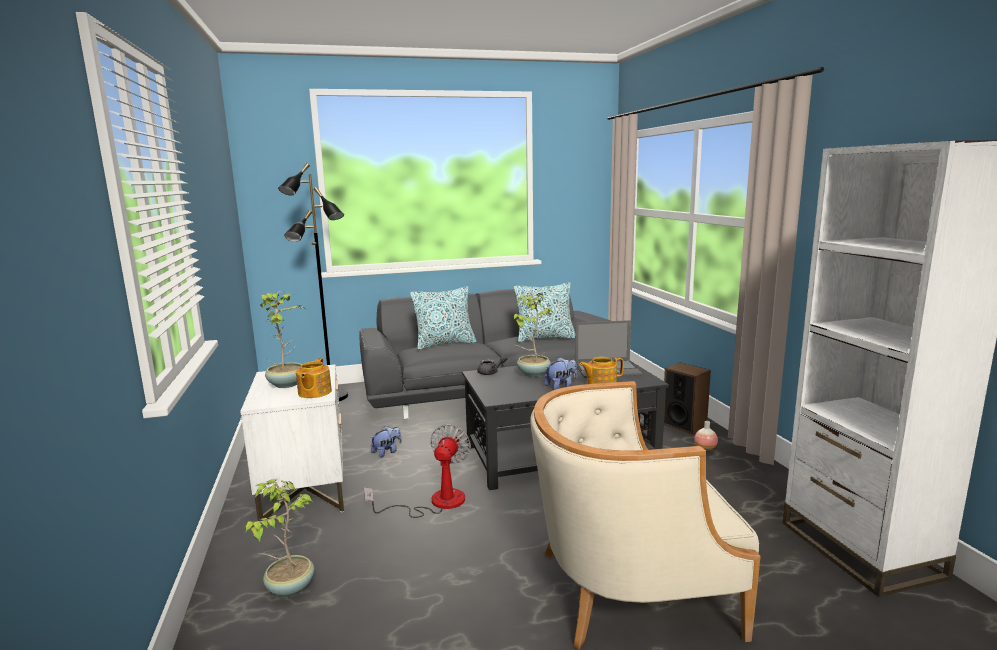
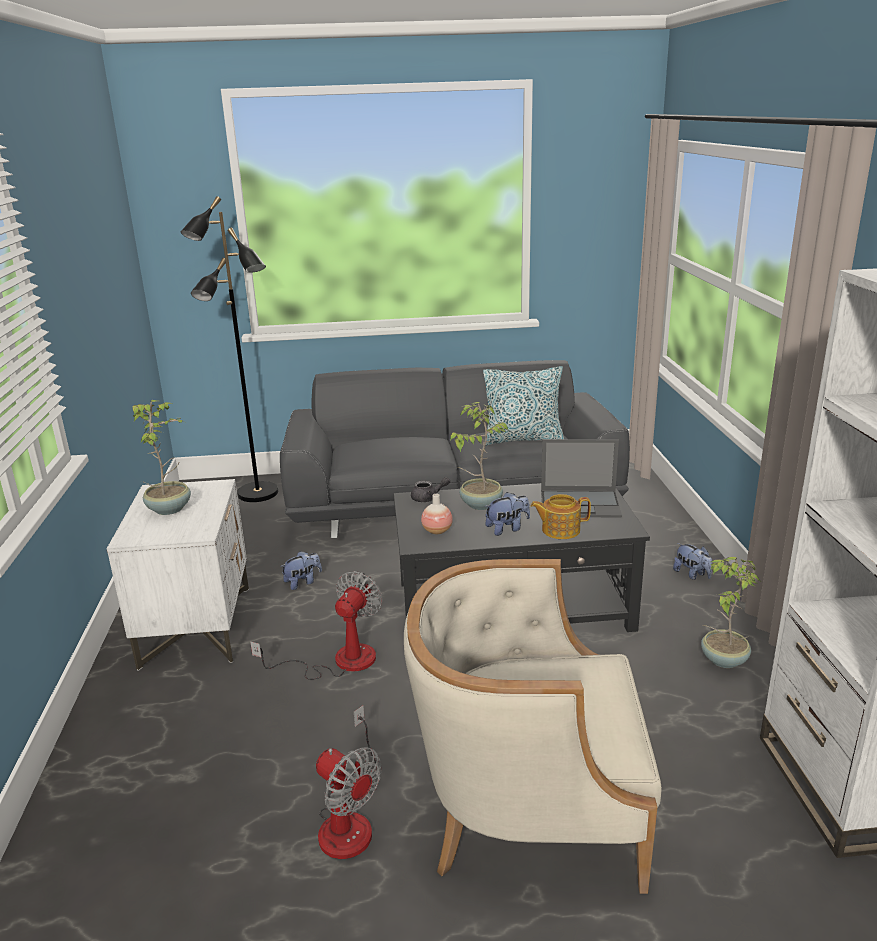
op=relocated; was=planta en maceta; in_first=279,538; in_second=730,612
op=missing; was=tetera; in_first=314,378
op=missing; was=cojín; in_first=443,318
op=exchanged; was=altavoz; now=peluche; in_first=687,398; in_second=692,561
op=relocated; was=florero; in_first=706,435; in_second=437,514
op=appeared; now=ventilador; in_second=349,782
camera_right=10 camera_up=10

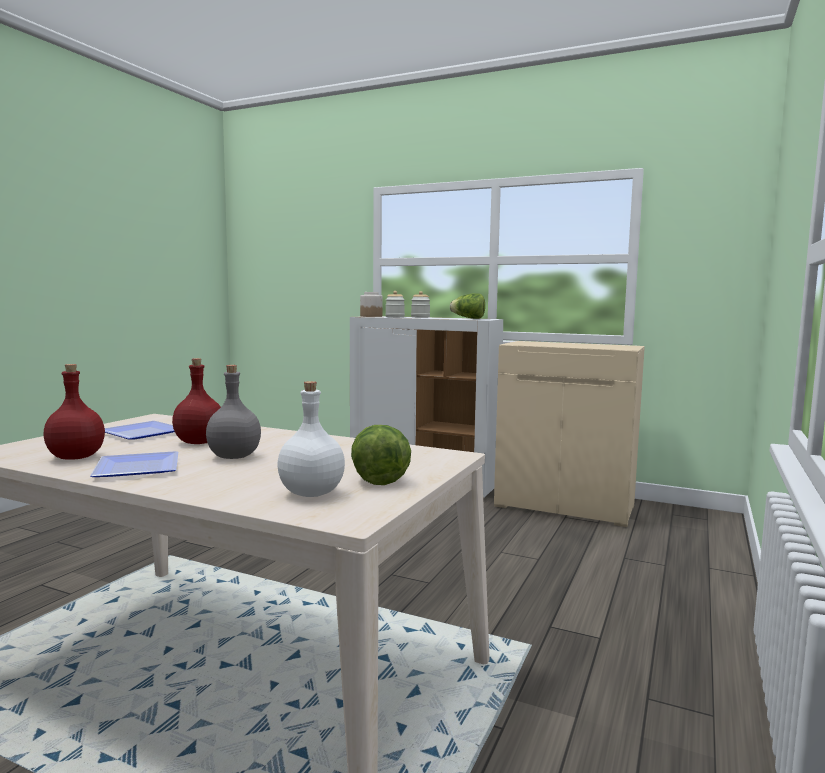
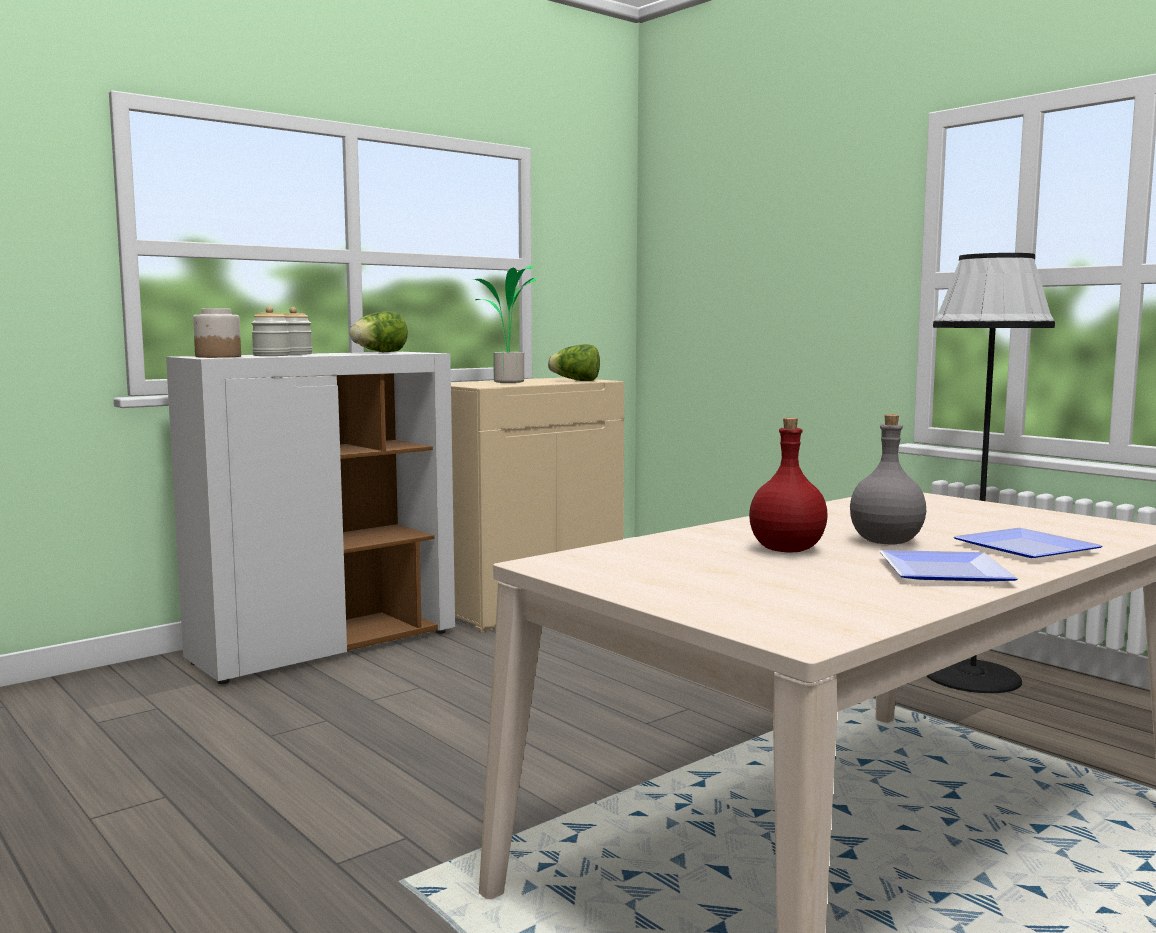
op=missing; was=botella (rojo); in_first=74,412
op=relocated; was=plato; in_first=140,430; in_second=1028,543
op=missing; was=botella (blanco); in_first=311,439
op=relocated; was=lechuga; in_first=381,455; in_second=574,362
op=appeared; now=planta en maceta; in_second=504,324
op=appeared; now=lámpara de pie (negro); in_second=991,473
camera_right=-65 camera_up=0

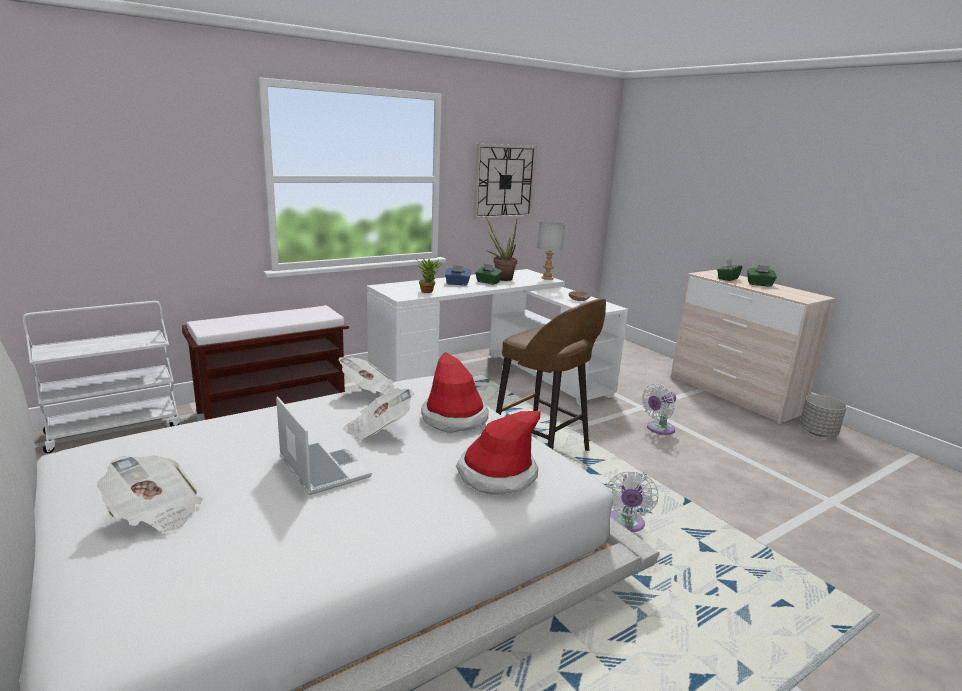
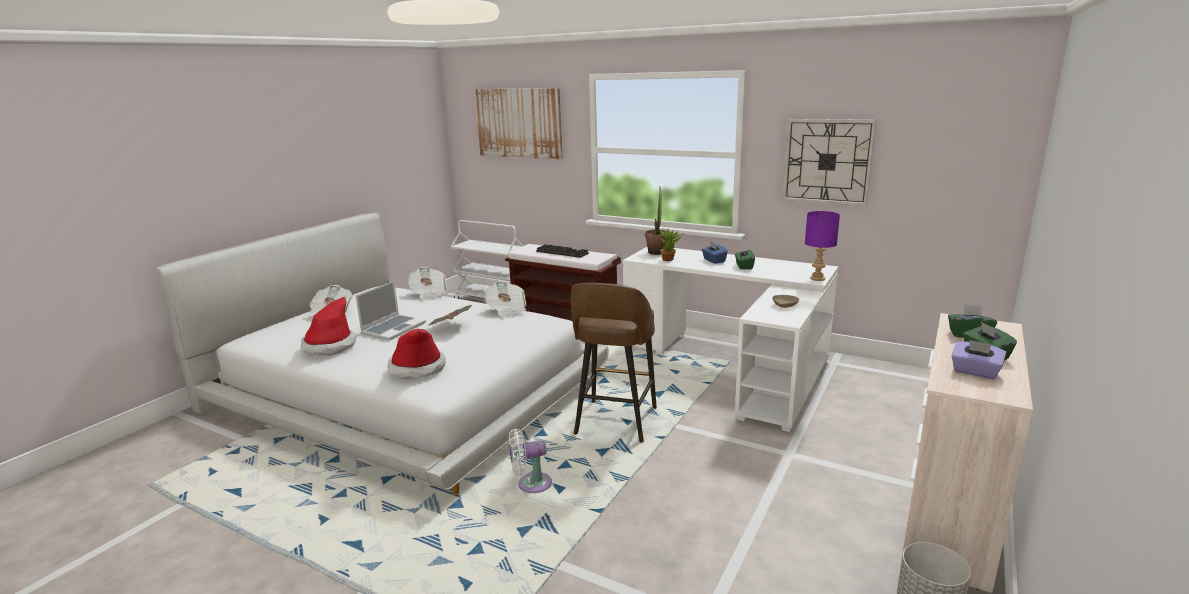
op=relocated; was=sombrero; in_first=455,392; in_second=328,326
op=relocated; was=planta en maceta; in_first=500,247; in_second=656,221
op=colour; was=lámpara de mesa (gris); now=lámpara de mesa (morado); in_first=551,250; in_second=822,246
op=missing; was=ventilador (blanco); in_first=659,409
op=appeared; now=periódico; in_second=427,284
op=appeared; now=cuadro; in_second=519,123
op=appeared; now=teclado; in_second=562,251
op=appeared; now=caja de pañuelos (morado); in_second=979,359
camera_right=65 camera_up=0

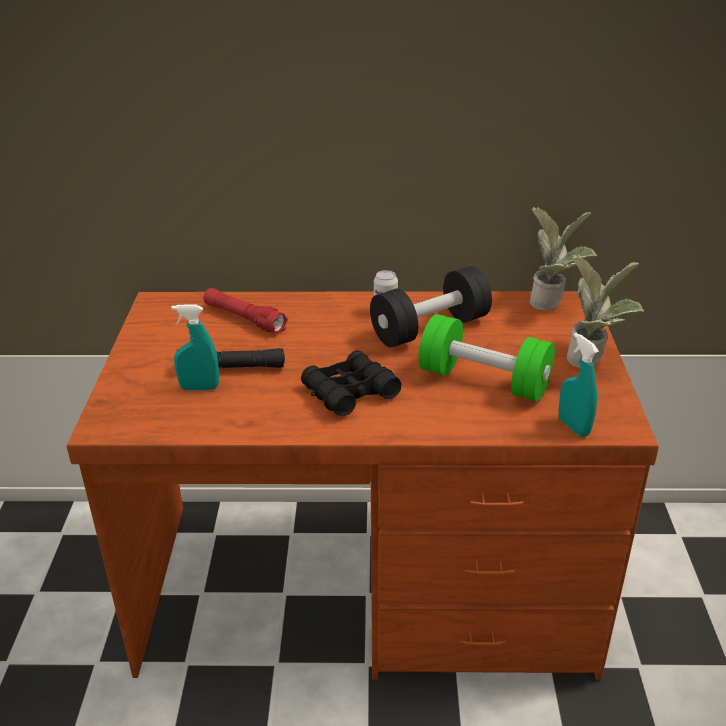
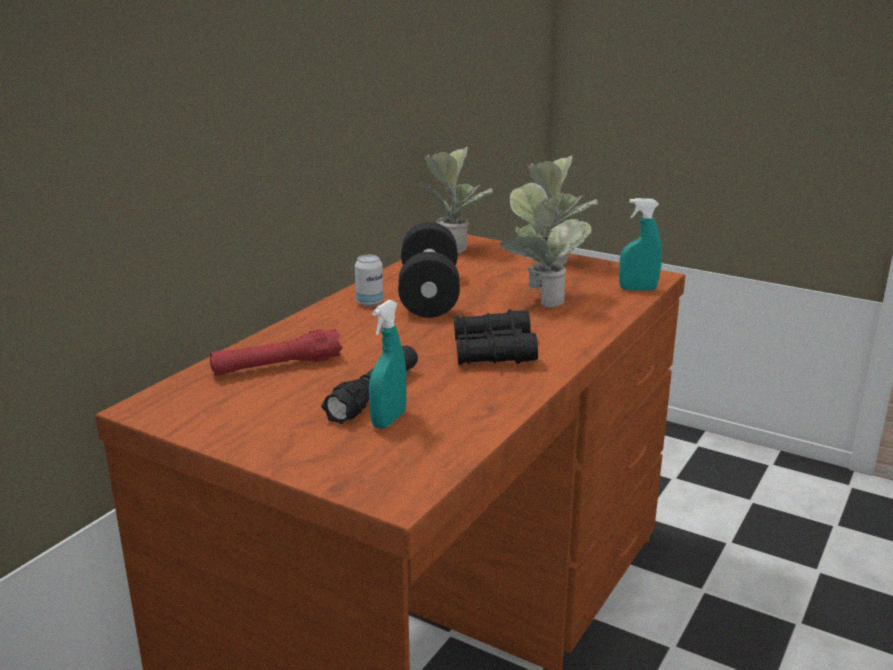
op=exchanged; was=mancuerna (verde); now=planta en maceta; in_first=486,357; in_second=546,245
camera_right=-60 camera_up=-10

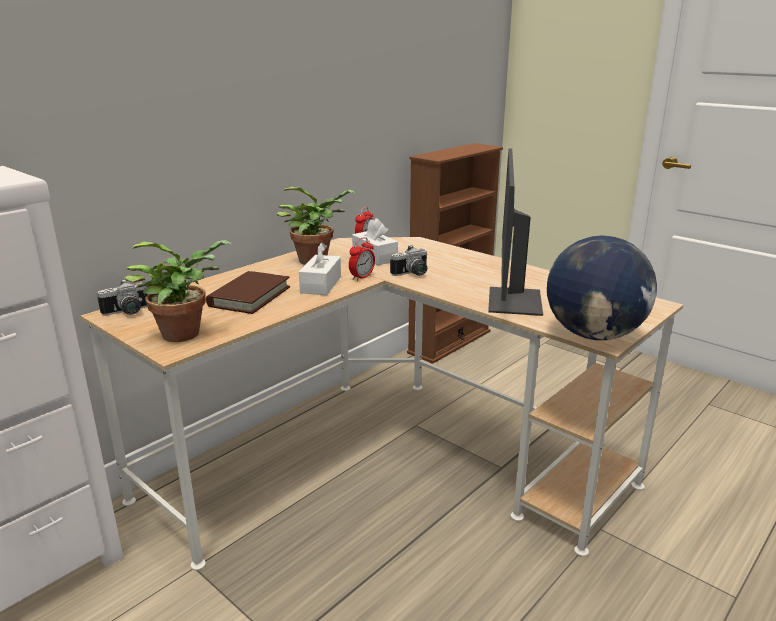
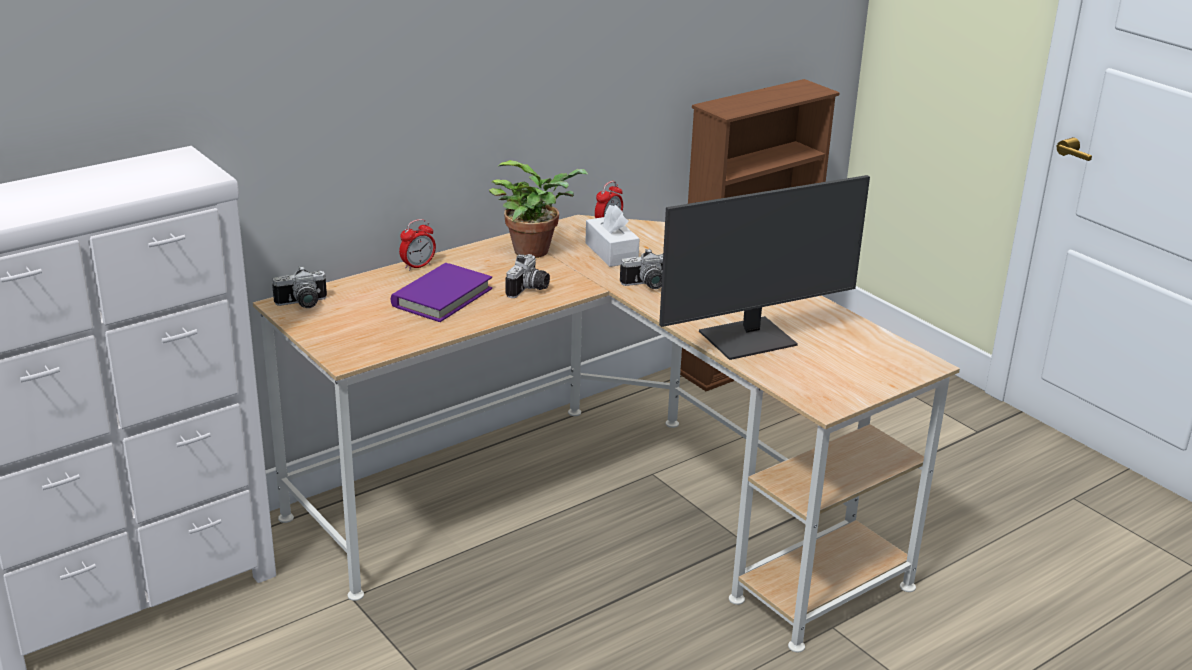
op=missing; was=planta en maceta; in_first=177,291
op=colour; was=libro (marrón); now=libro (morado); in_first=248,292; in_second=441,292
op=exchanged; was=caja de pañuelos (blanco); now=cámara; in_first=320,268; in_second=528,276
op=relocated; was=despertador; in_first=362,259; in_second=417,245
op=spun; was=monitor; in_first=515,232; in_second=764,267; clockwise=-135
op=missing; was=globo terráqueo; in_first=602,287
camera_right=10 camera_up=5

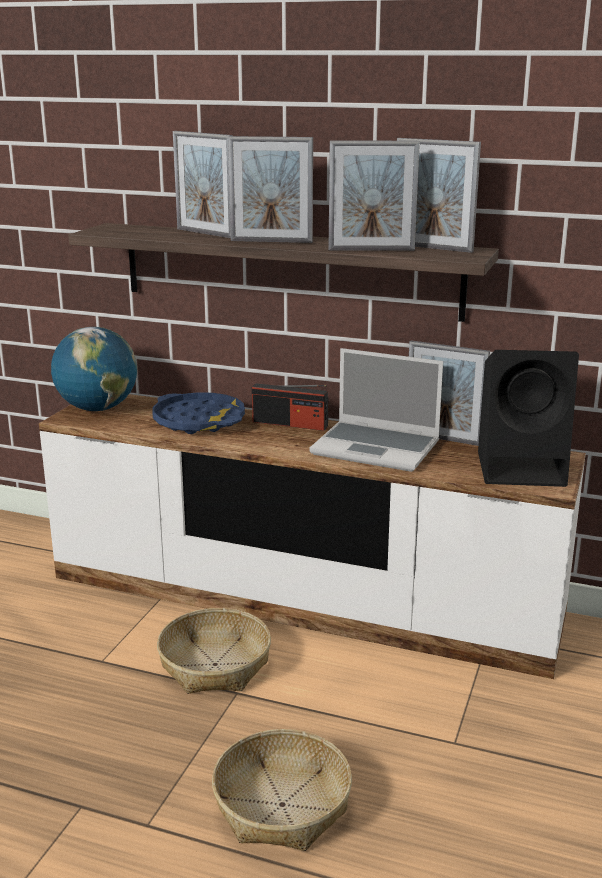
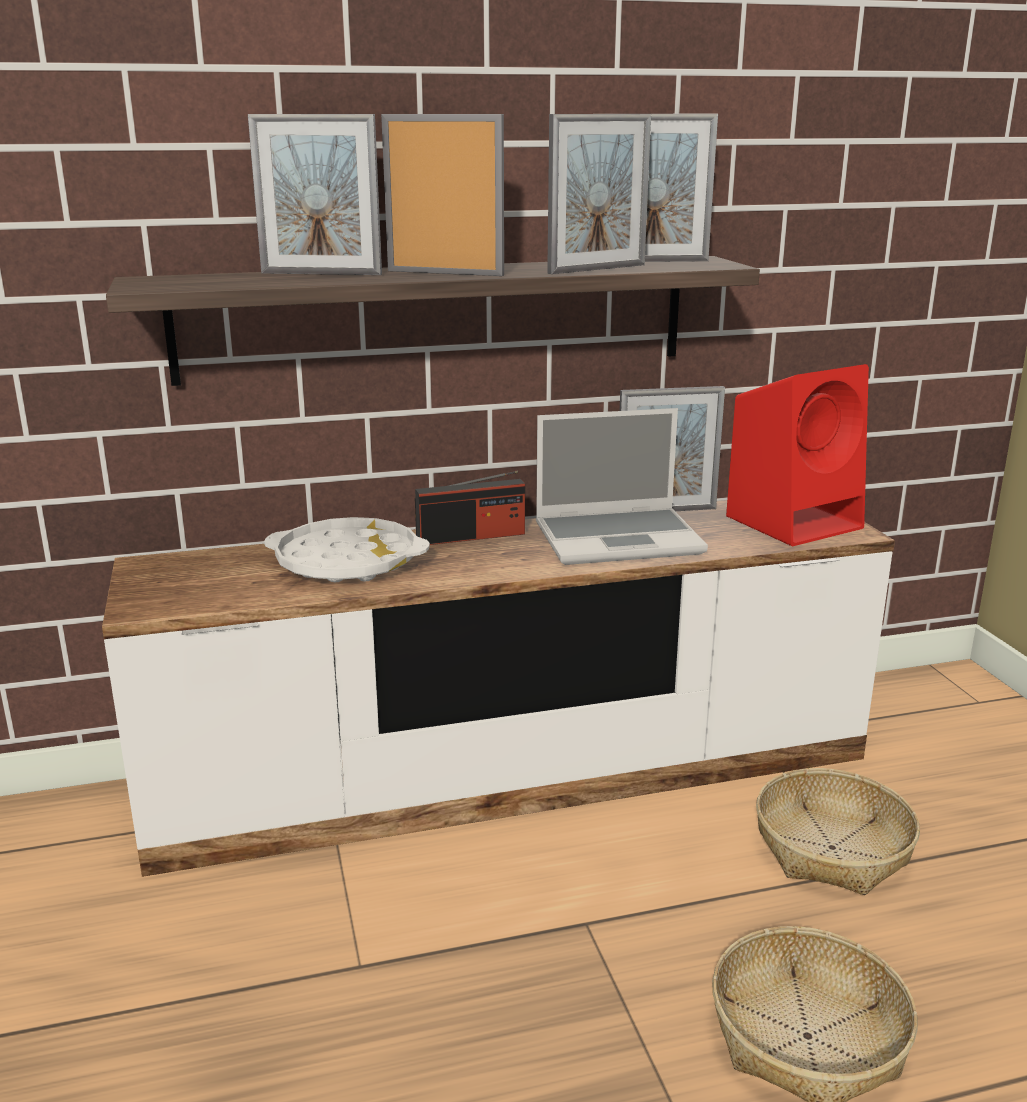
op=missing; was=globo terráqueo; in_first=94,369
op=colour; was=bandeja (azul); now=bandeja (blanco); in_first=198,413; in_second=347,549
op=relocated; was=cesta; in_first=214,651; in_second=838,831
op=spun; was=portarretratos; in_first=270,189; in_second=442,195; clockwise=-135
op=colour; was=altavoz (negro); now=altavoz (rojo); in_first=528,418; in_second=797,455
camera_right=-35 camera_up=0

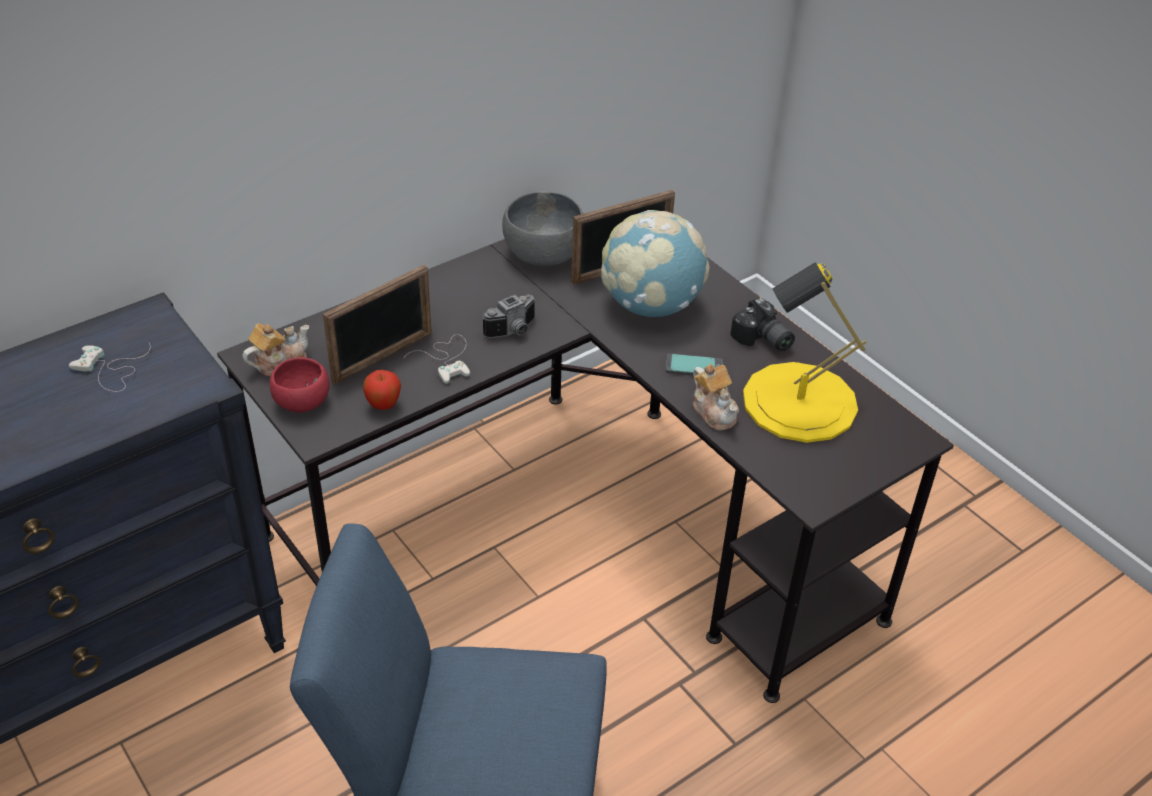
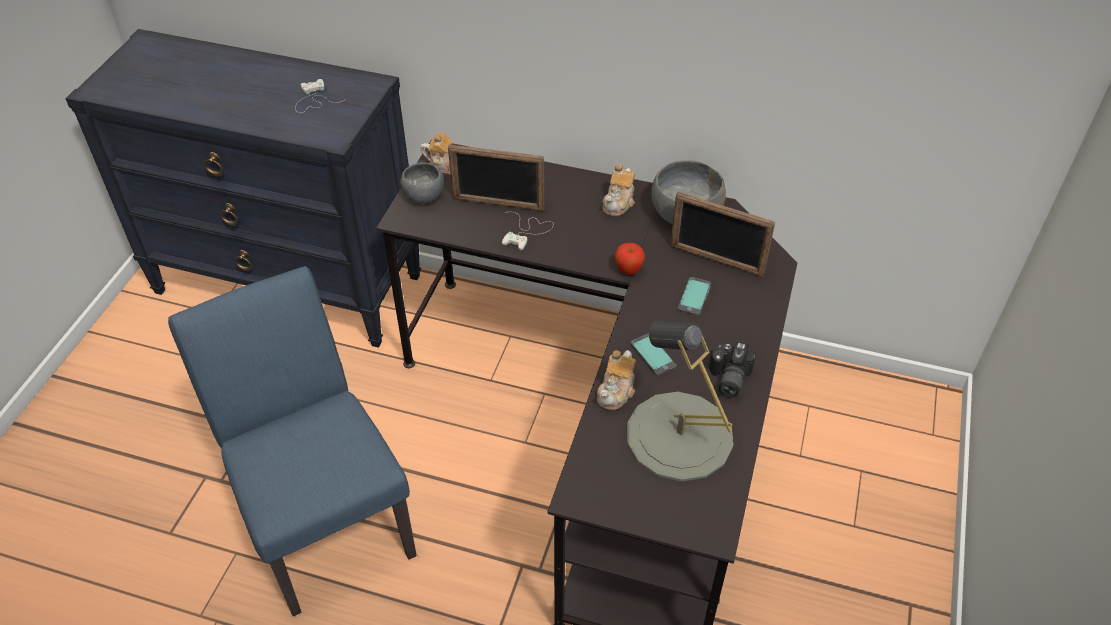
op=colour; was=cuenco (rojo); now=cuenco (gris); in_first=300,385; in_second=422,182
op=relocated; was=manzana; in_first=382,390; in_second=629,259
op=missing; was=cámara; in_first=509,316
op=exchanged; was=globo terráqueo; now=móvil; in_first=655,263; in_second=694,296
op=colour; was=lámpara de mesa (amarillo); now=lámpara de mesa (gris); in_first=804,352; in_second=680,401
op=appeared; now=tetera; in_second=618,190
camera_right=55 camera_up=5

